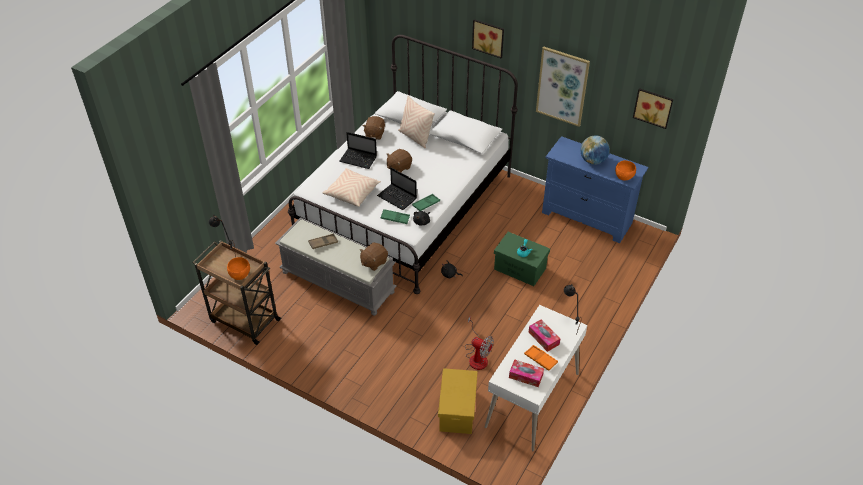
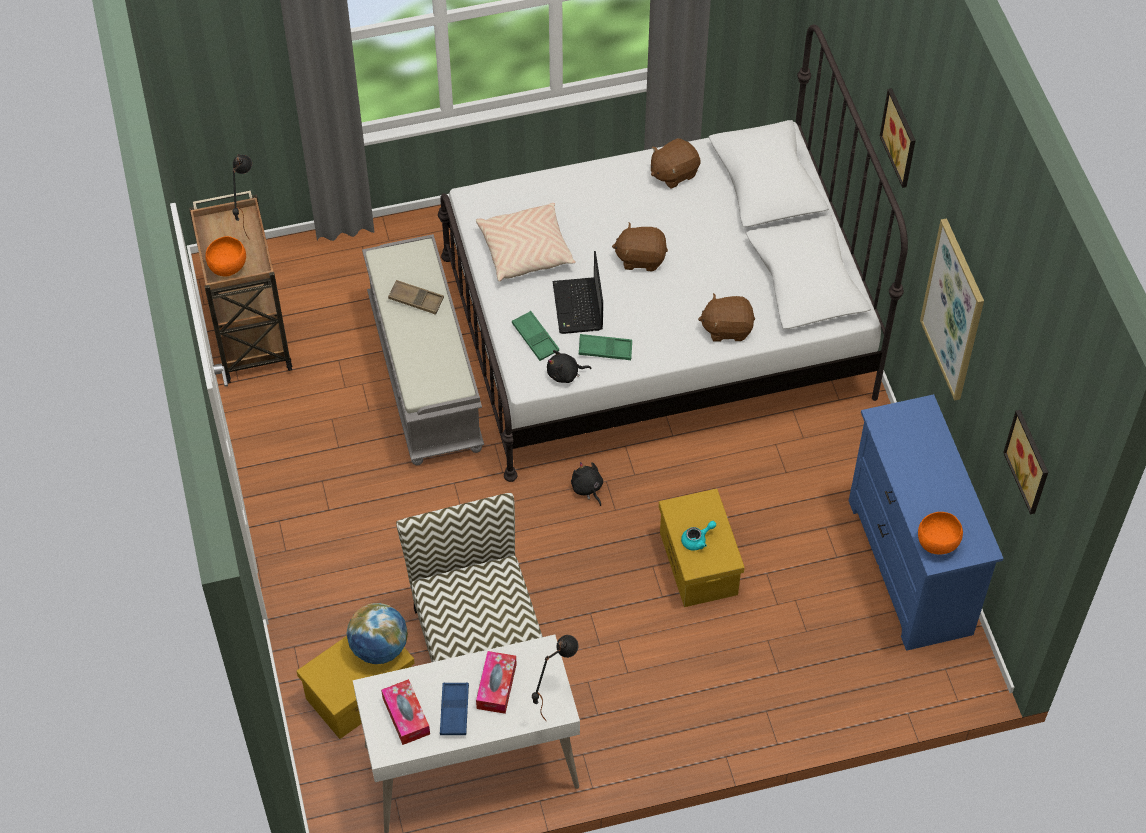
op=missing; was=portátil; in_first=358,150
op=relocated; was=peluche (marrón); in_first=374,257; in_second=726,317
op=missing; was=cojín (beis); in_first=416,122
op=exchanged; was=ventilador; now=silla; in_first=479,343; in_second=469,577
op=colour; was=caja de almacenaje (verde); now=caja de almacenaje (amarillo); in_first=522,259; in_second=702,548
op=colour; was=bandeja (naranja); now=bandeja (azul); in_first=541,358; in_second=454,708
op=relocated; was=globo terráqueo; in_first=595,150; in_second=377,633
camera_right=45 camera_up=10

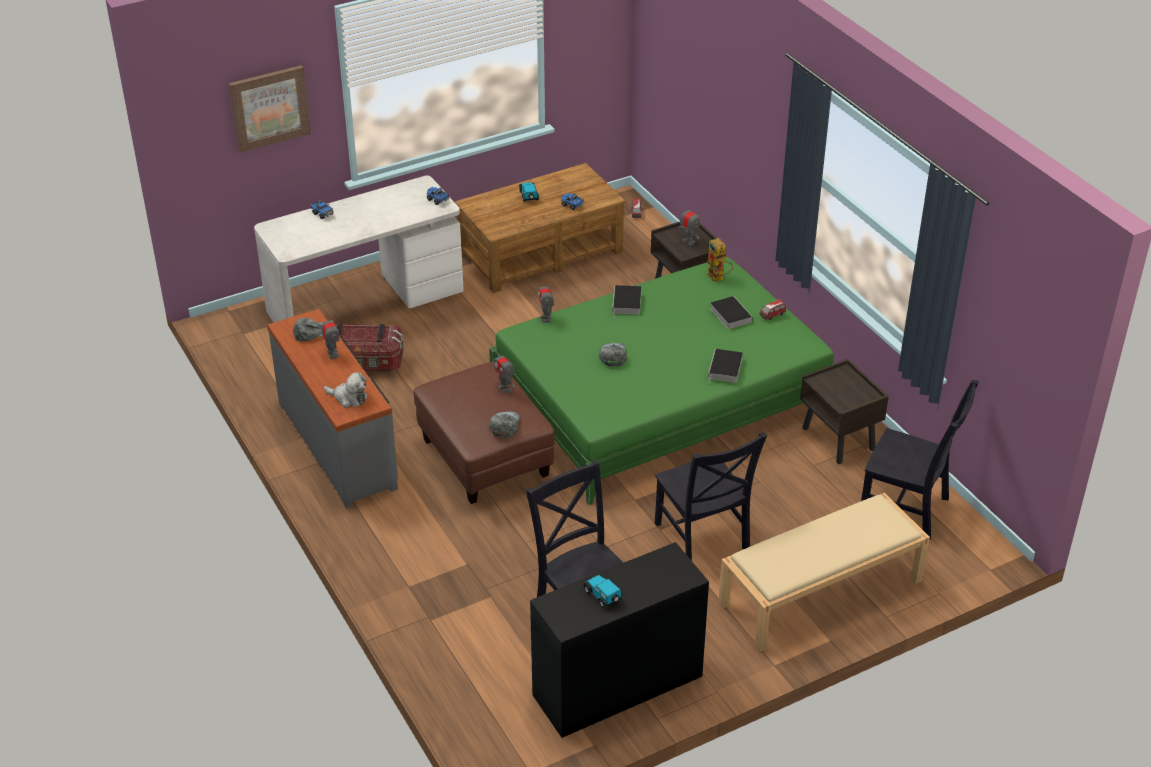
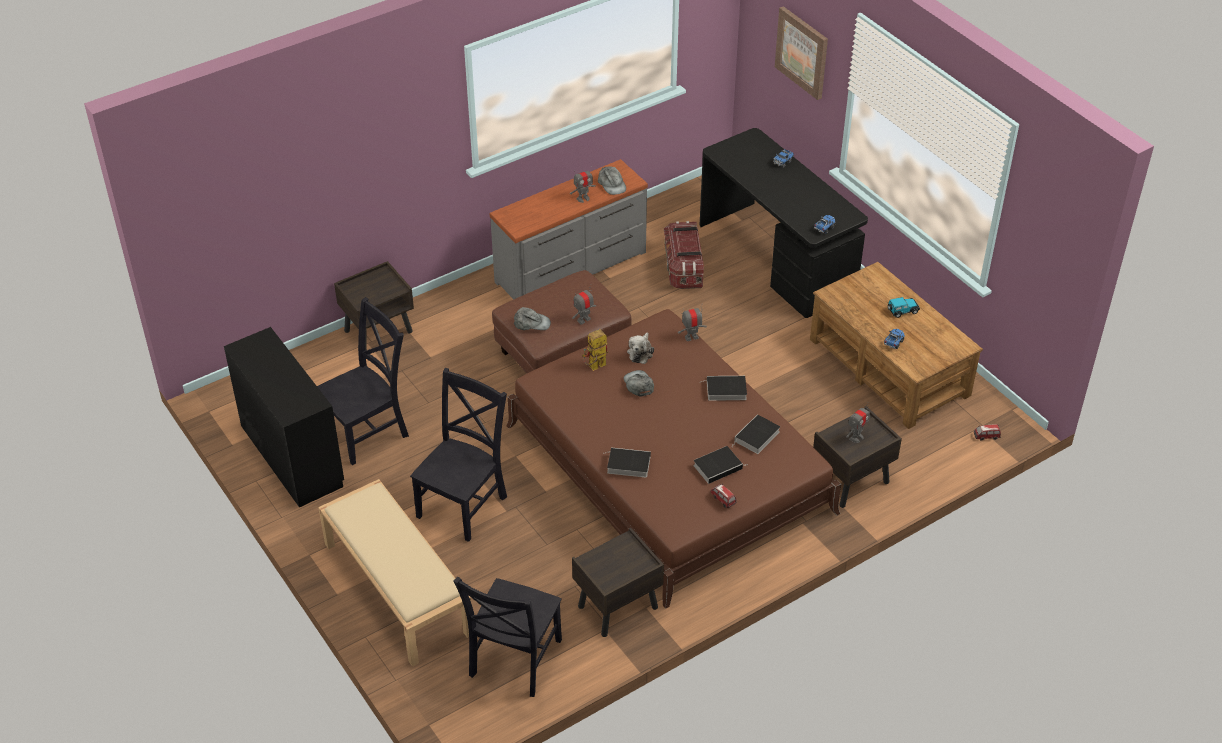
op=colour; was=escritorio (blanco); now=escritorio (negro); in_first=359,248; in_second=784,223
op=relocated; was=peluche; in_first=346,390; in_second=640,348
op=colour; was=cama (verde); now=cama (marrón); in_first=661,381; in_second=673,459
op=missing; was=coche de juguete; in_first=603,591
op=spun; was=gorra (gris); in_first=613,354; in_second=638,383; clockwise=-105
op=spun; was=silla (negro); in_first=711,496; in_second=458,455; clockwise=150
op=relocated; was=robot de juguete; in_first=720,260; in_second=595,350
op=appeared; now=mesita de noche (marrón); in_second=374,306
op=appeared; now=libro; in_second=756,434
camera_right=85 camera_up=5

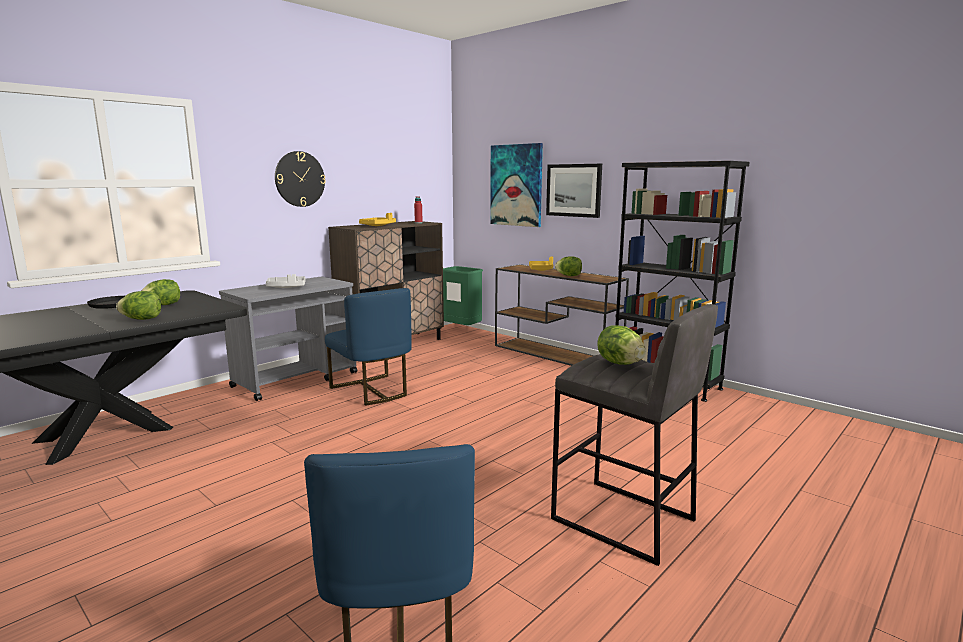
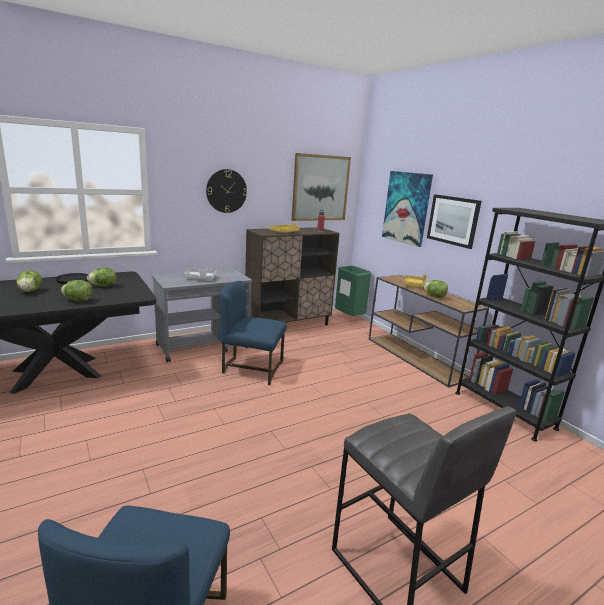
op=spun; was=silla (azul); in_first=368,347; in_second=253,333; clockwise=120
op=relocated; was=lechuga; in_first=621,345; in_second=29,281
op=appeared; now=cuadro; in_second=321,187
camera_right=15 camera_up=5

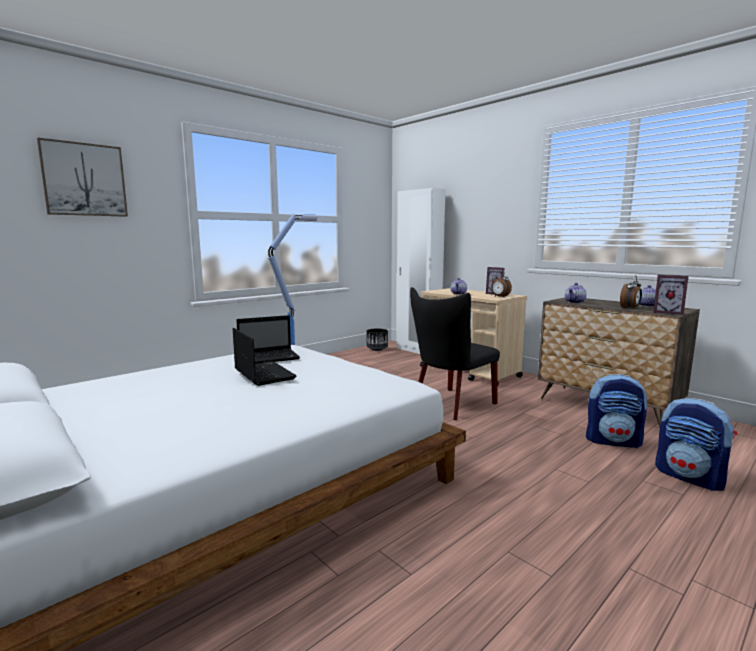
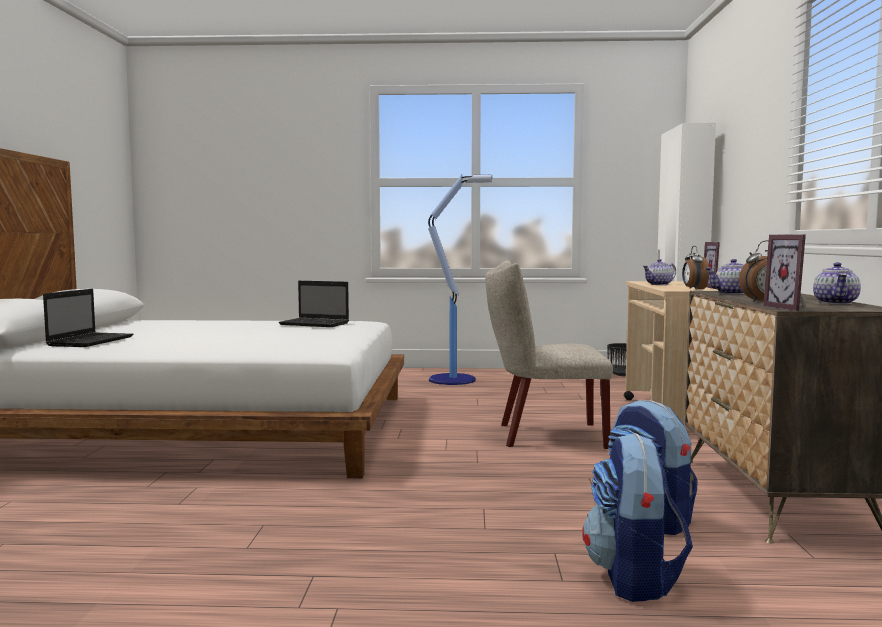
op=missing; was=cuadro; in_first=82,177
op=relocated; was=portátil; in_first=264,357; in_second=88,318
op=colour; was=silla (negro); now=silla (beis); in_first=455,353; in_second=549,354
camera_right=45 camera_up=-5

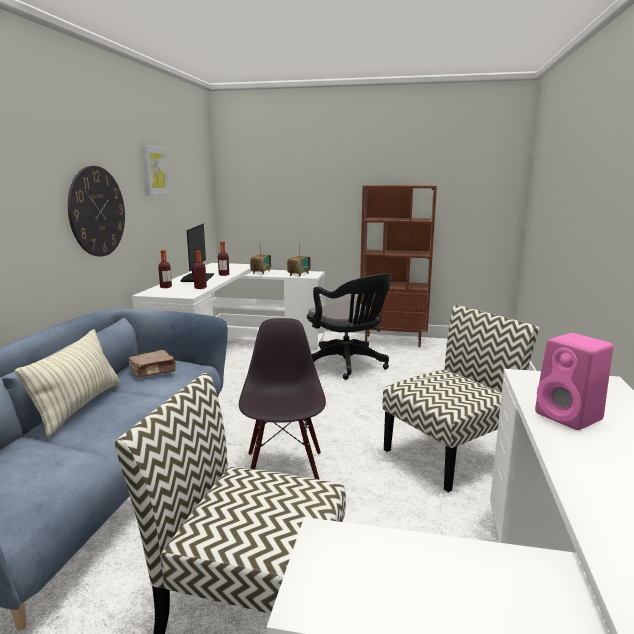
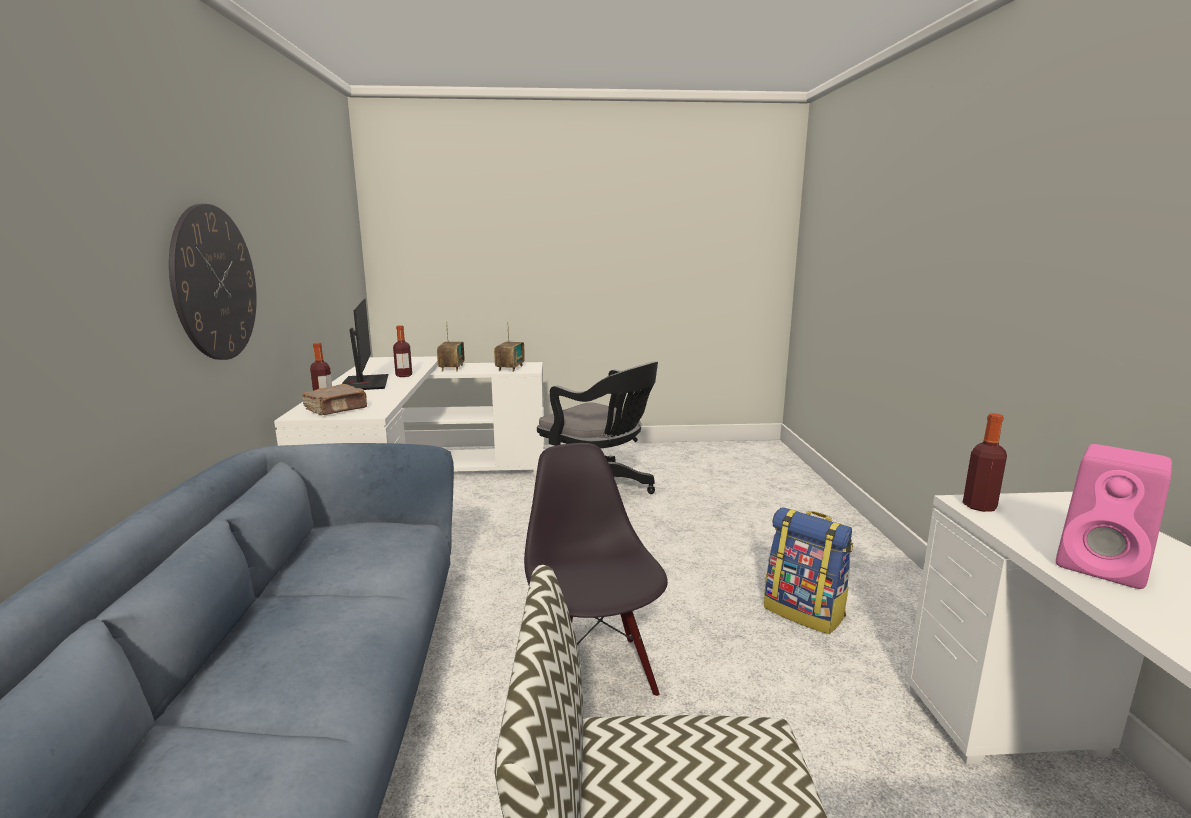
op=missing; was=cojín; in_first=67,383
op=relocated; was=libro (marrón); in_first=152,363; in_second=334,399
op=missing; was=cuadro; in_first=156,170
op=relocated; was=botella; in_first=200,270; in_second=985,462
op=missing; was=estantería (marrón); in_first=398,266
op=exchanged; was=silla; now=mochila; in_first=461,398; in_second=808,570
camera_right=-15 camera_up=0

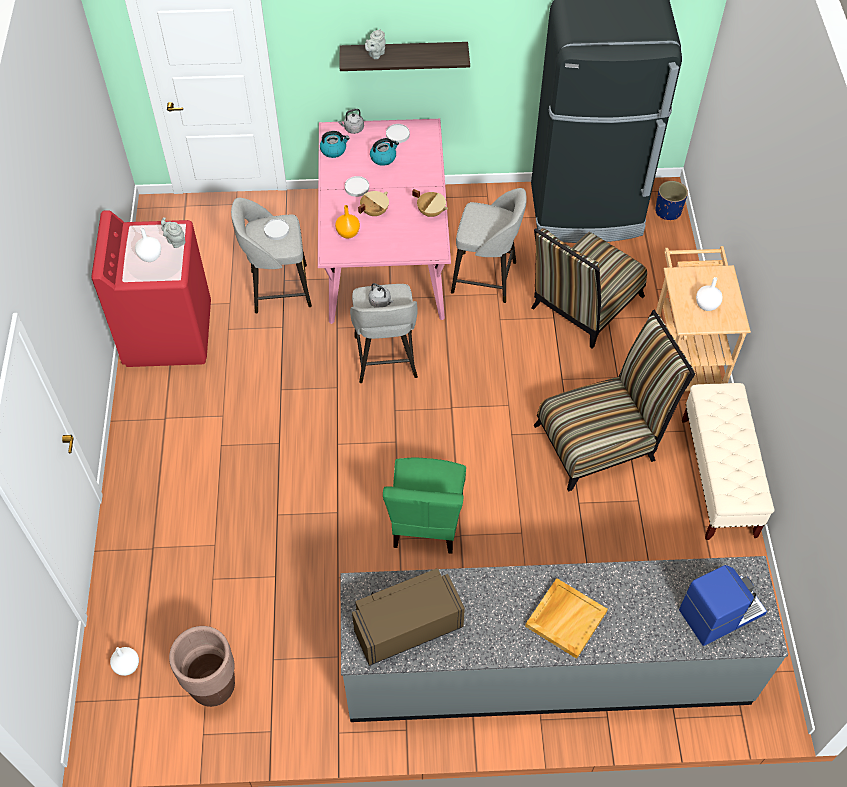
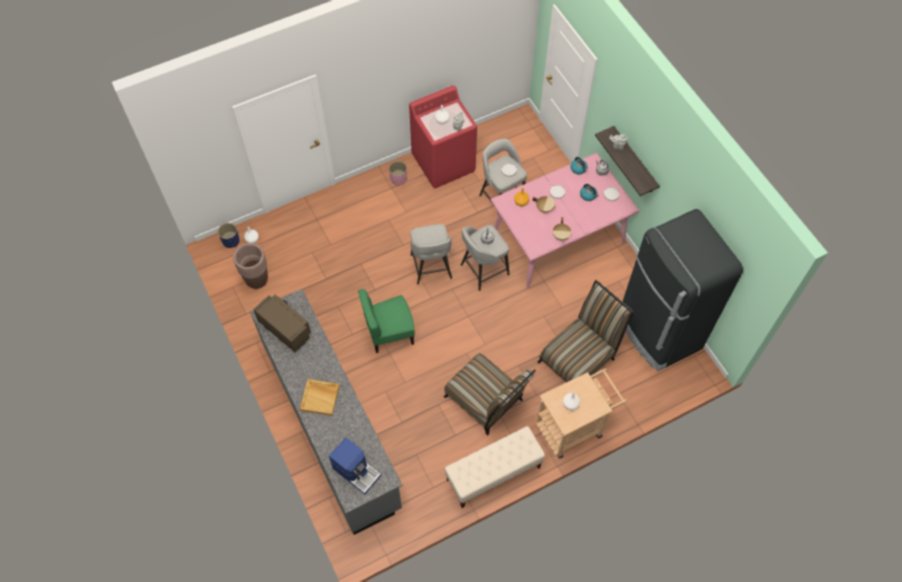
op=relocated; was=taburete (gris); in_first=489,245; in_second=431,254
op=spun; was=silla; in_first=589,288; in_second=585,331; clockwise=120
op=relocated; was=maceta (azul); in_first=671,200; in_second=229,235
op=appeared; now=maceta (rosa); in_second=398,173
camera_right=65 camera_up=5

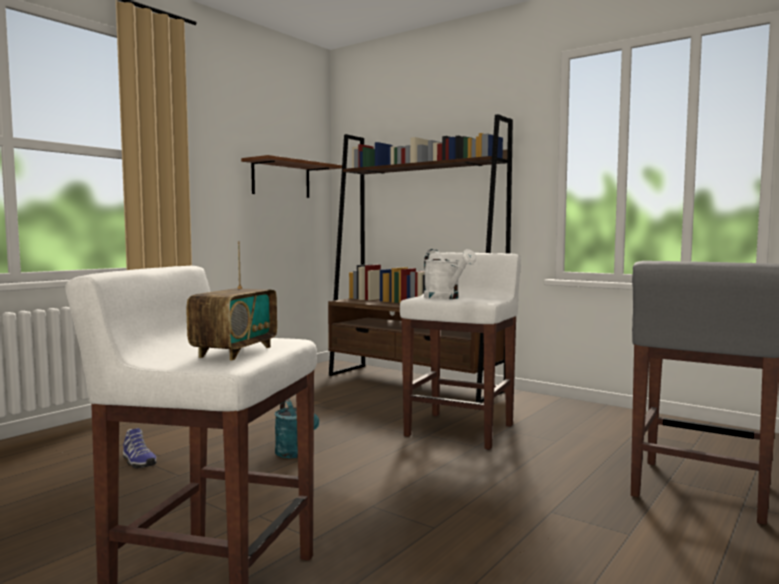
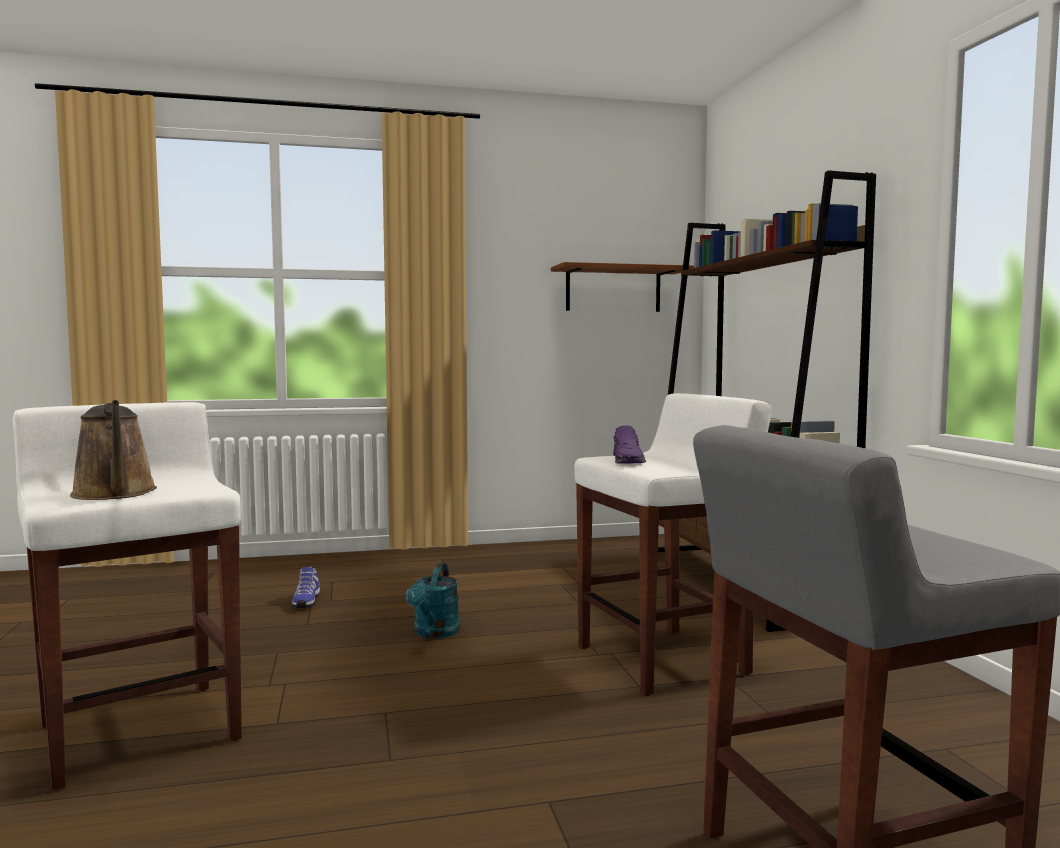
op=exchanged; was=radio; now=regadera (marrón); in_first=231,300; in_second=113,450
op=exchanged; was=regadera (blanco); now=zapato (morado); in_first=450,274; in_second=629,444
camera_right=40 camera_up=0

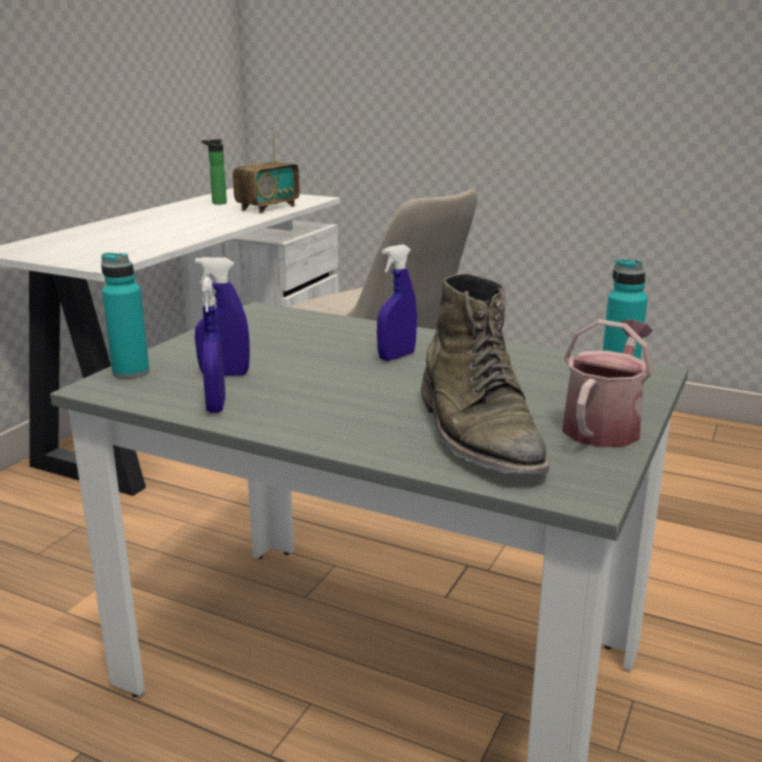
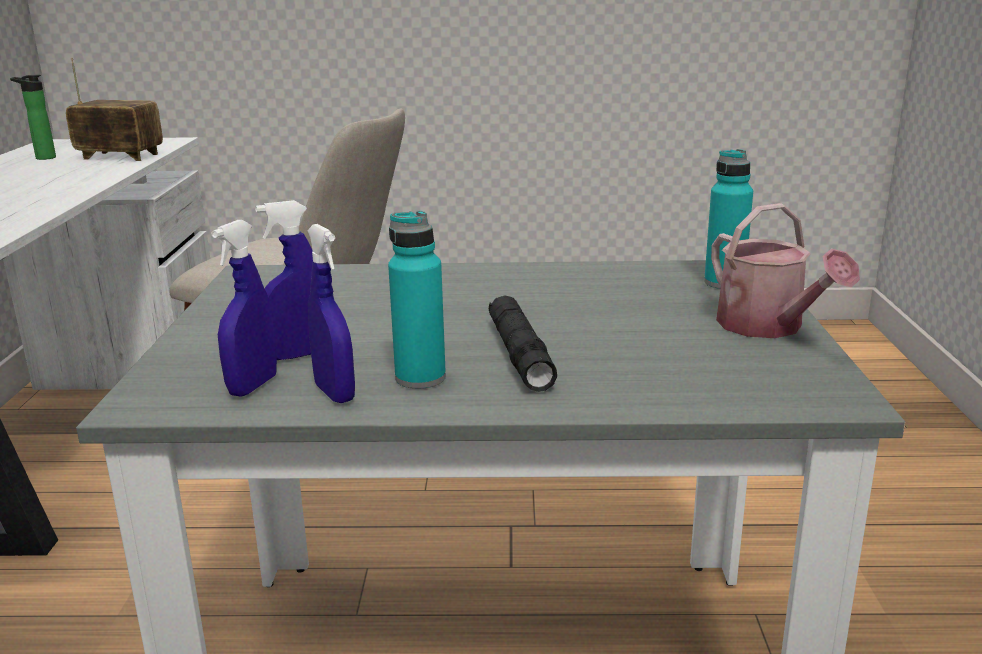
op=relocated; was=botella (turquesa); in_first=125,316; in_second=417,300
op=spun; was=radio; in_first=266,170; in_second=114,109; clockwise=-90
op=relocated; was=pulverizador (azul); in_first=397,302; in_second=244,308
op=missing; was=bota (verde); in_first=485,373
op=spun; was=regadera; in_first=607,383; in_second=785,270; clockwise=150
op=appeared; now=linterna (negro); in_second=523,343
camera_right=-25 camera_up=0

